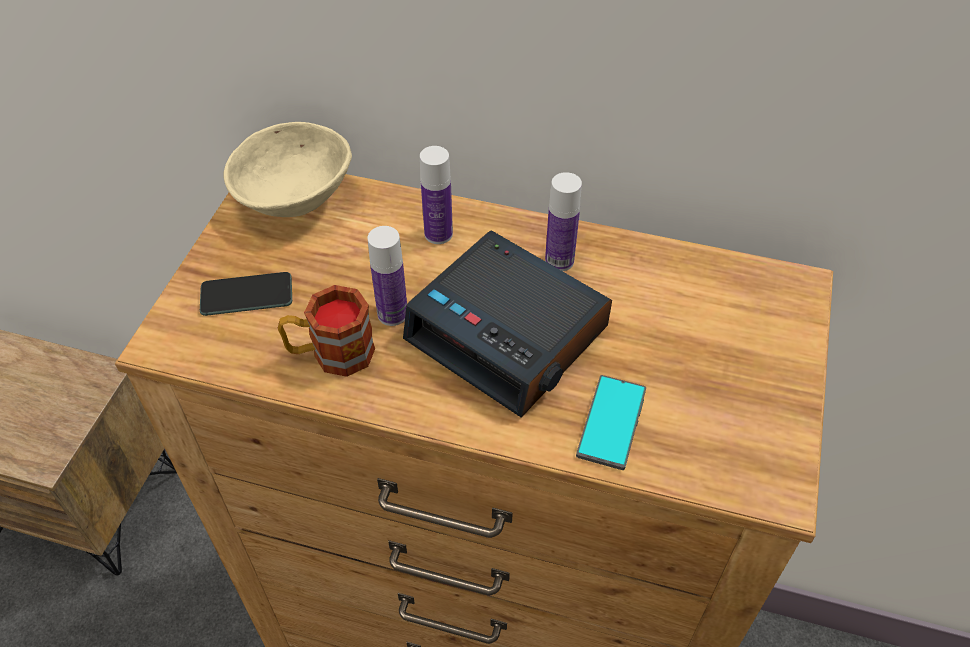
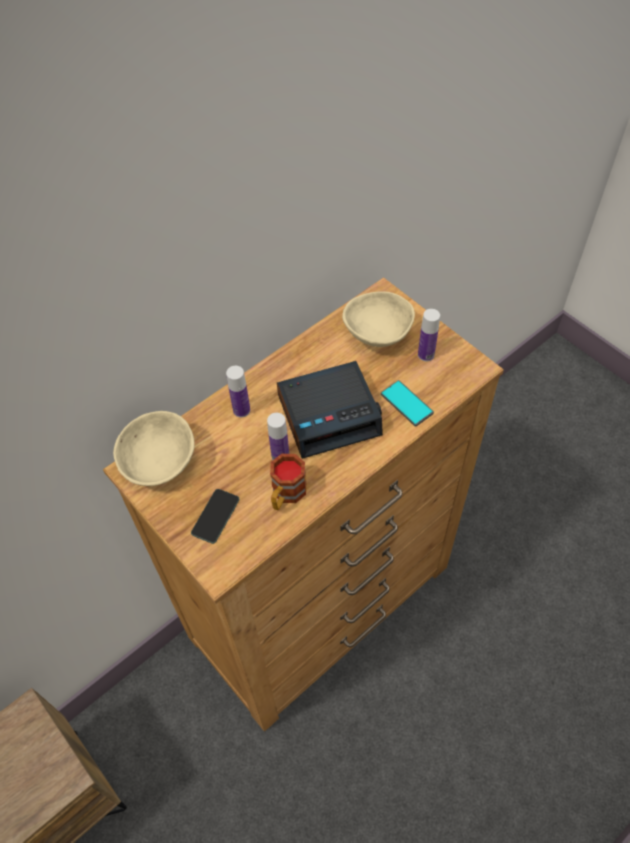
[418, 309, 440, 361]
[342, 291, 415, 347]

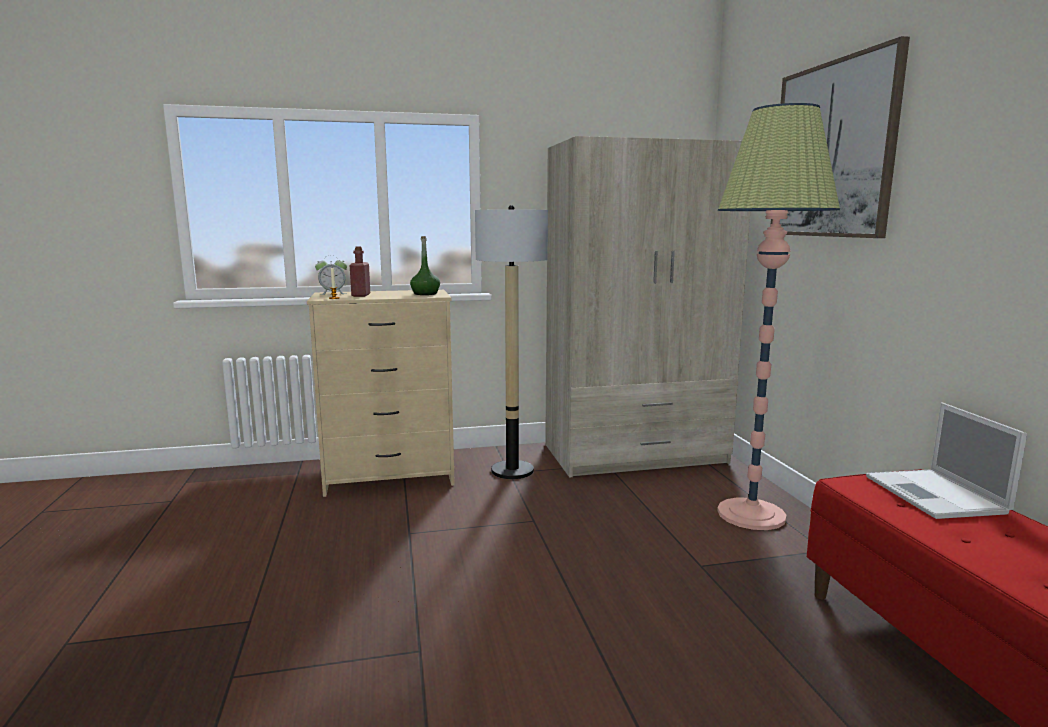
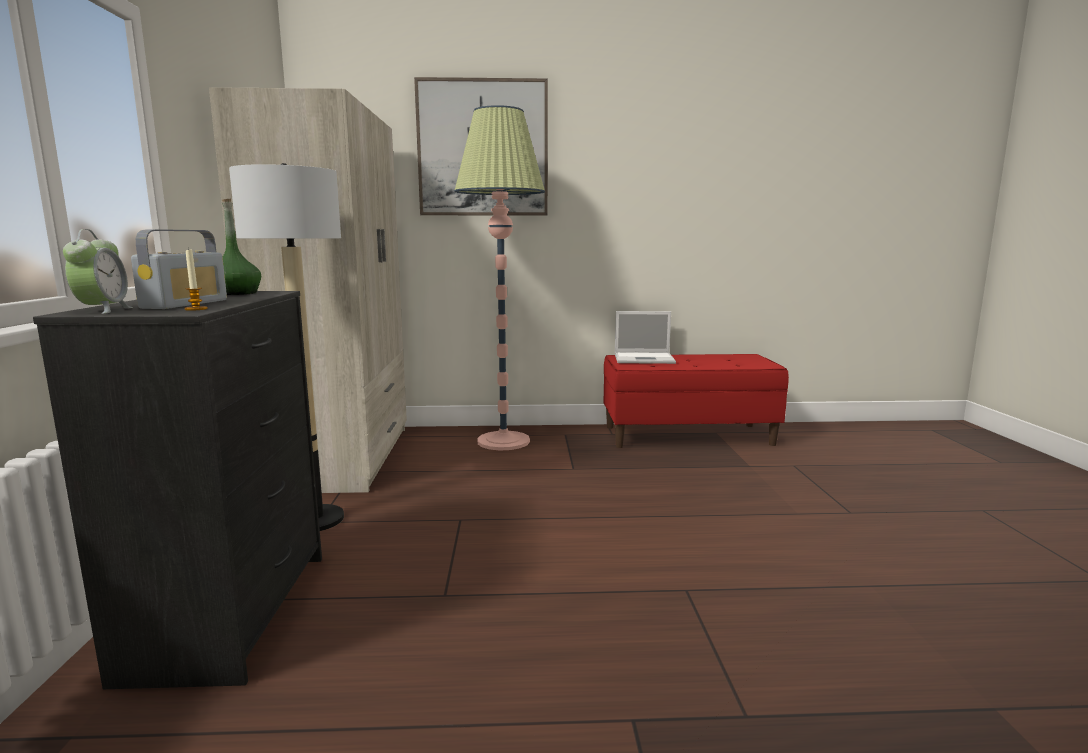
[131, 229, 227, 309]
[33, 291, 322, 689]

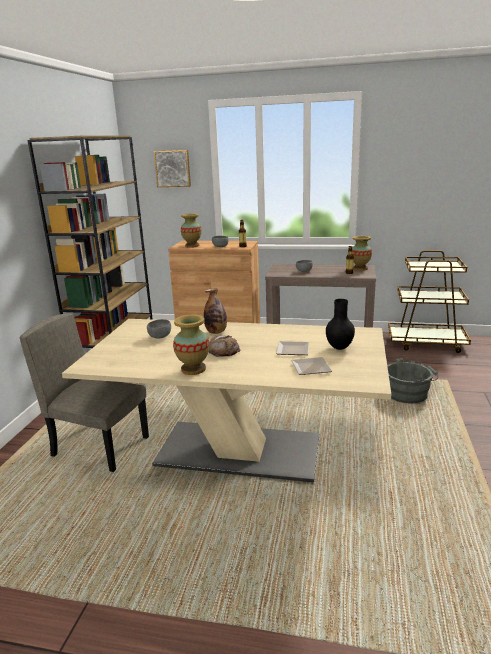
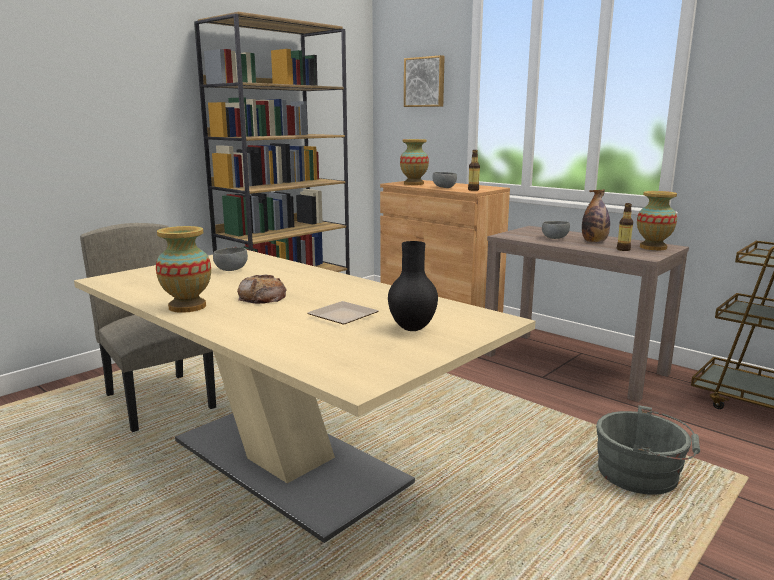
[582, 189, 610, 243]
[291, 357, 332, 375] (first image)

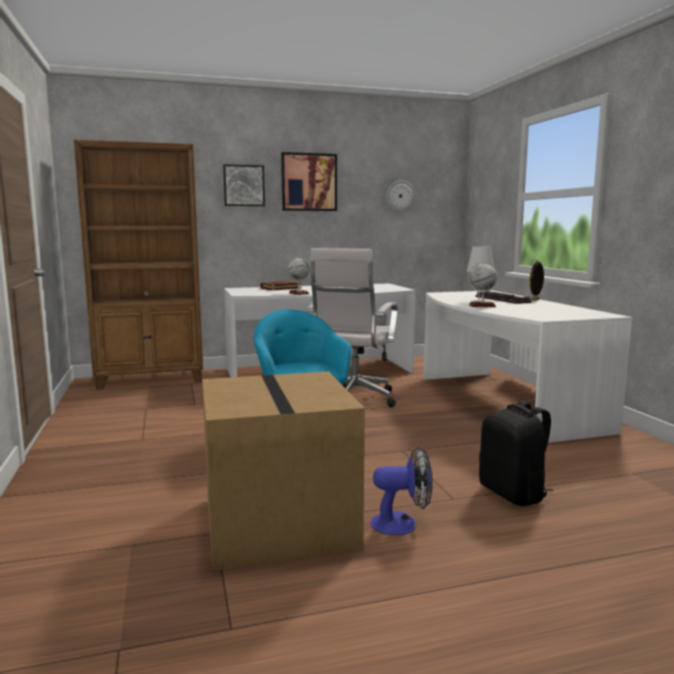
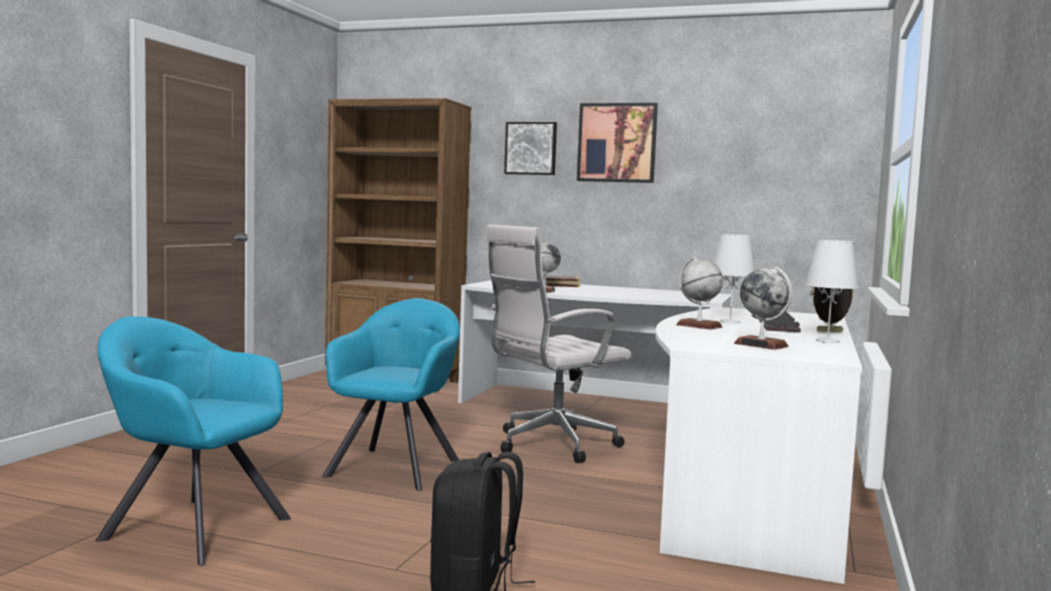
[386, 180, 416, 212] (first image)
[96, 316, 291, 566]
[371, 446, 433, 535] (first image)
[805, 240, 859, 343]
[734, 266, 792, 350]

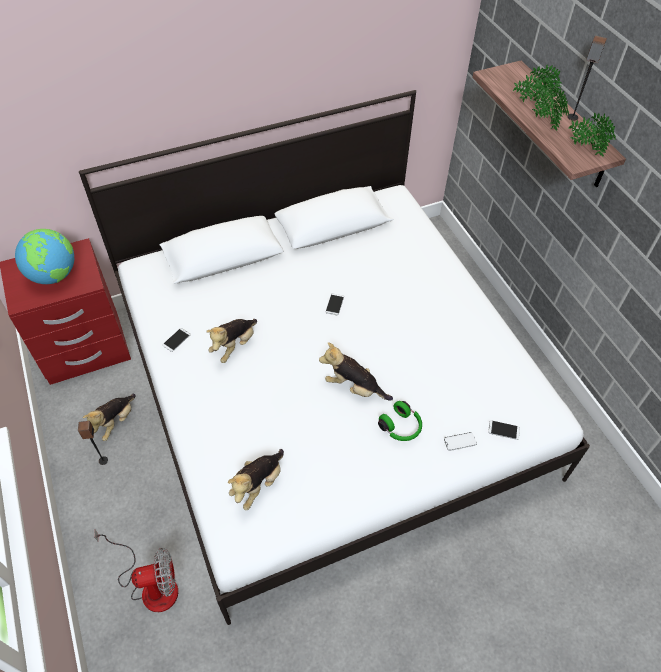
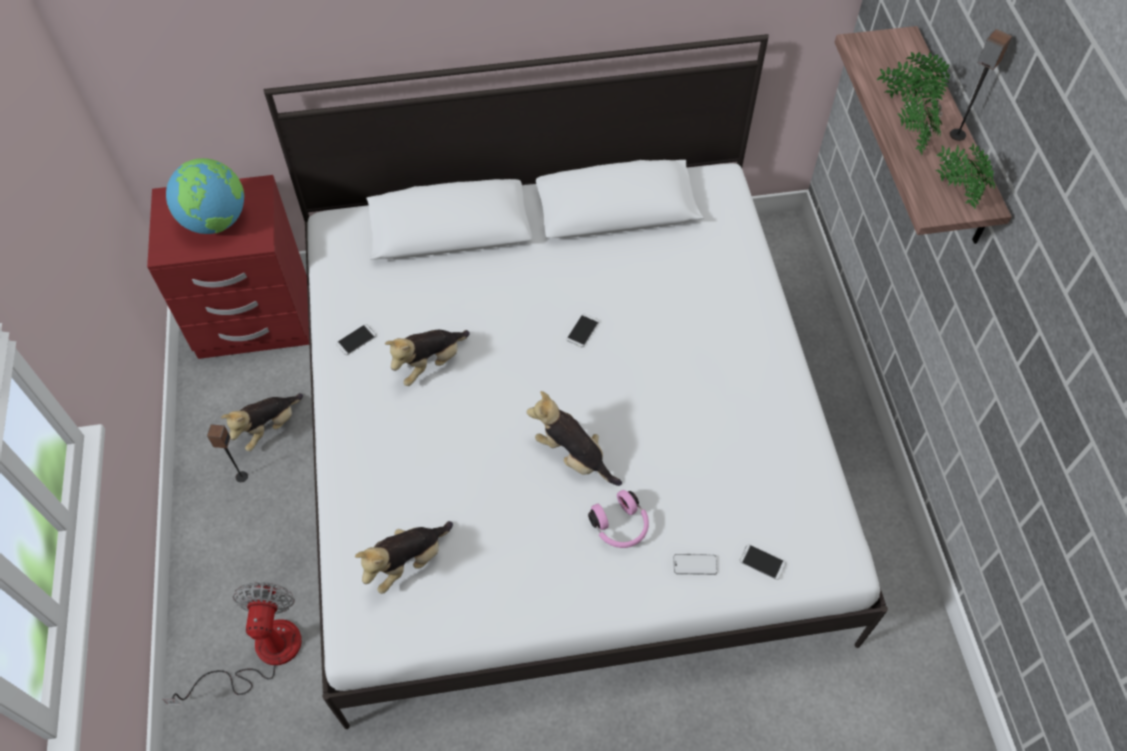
[588, 490, 649, 548]
[162, 582, 302, 705]

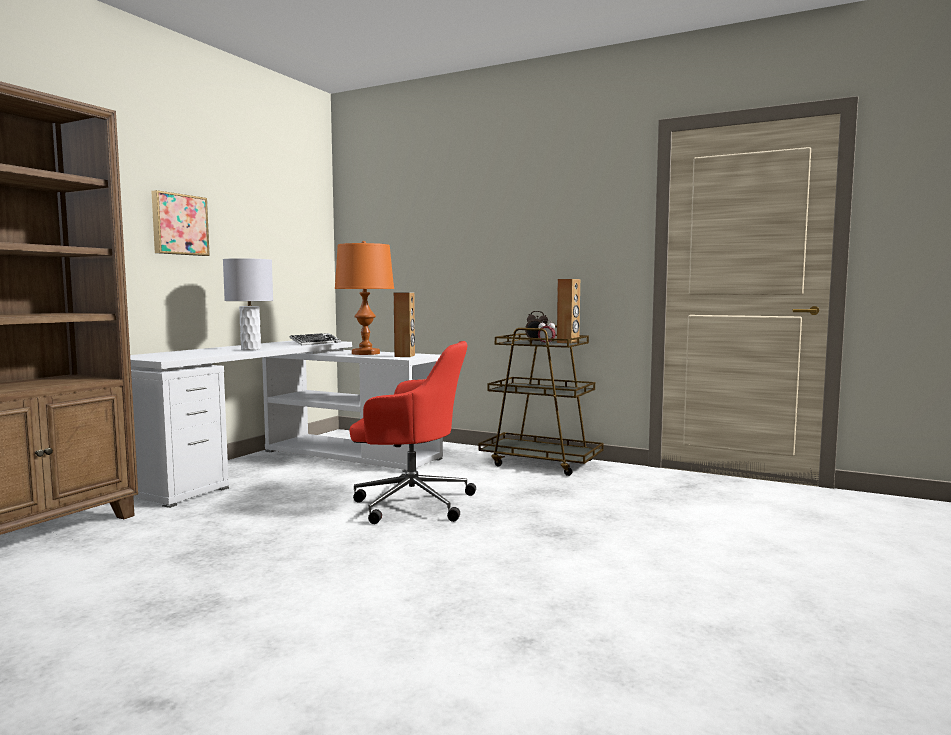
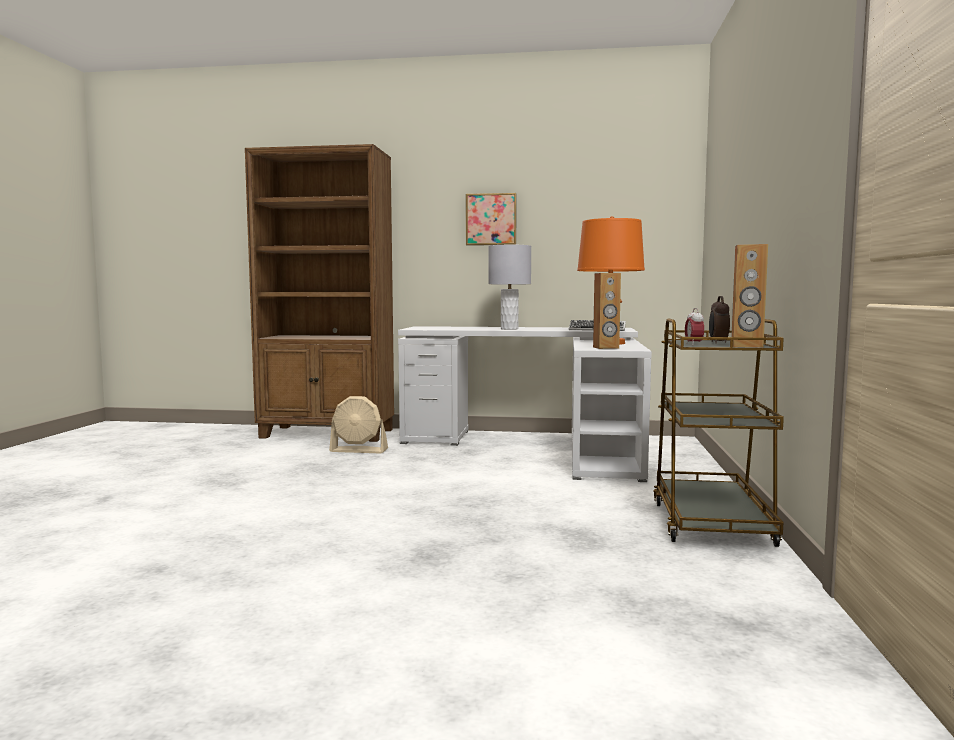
[350, 341, 476, 524] (first image)
[329, 396, 388, 453]

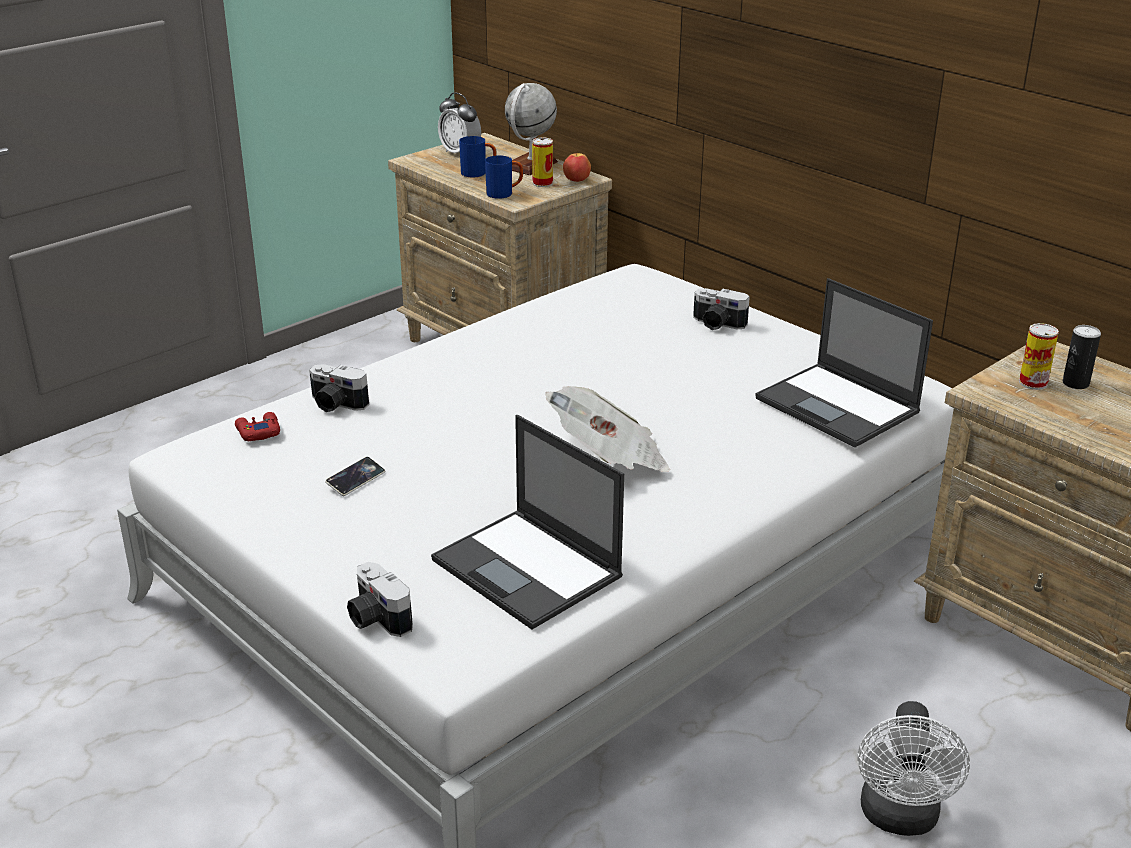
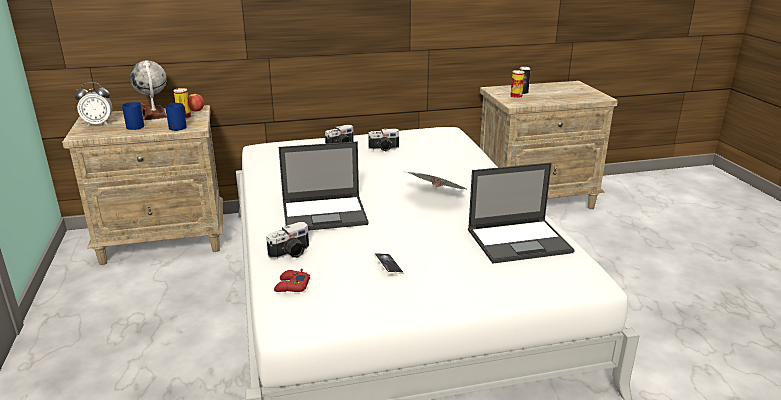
[279, 141, 369, 231]
[368, 128, 399, 151]
[858, 701, 970, 836] (first image)

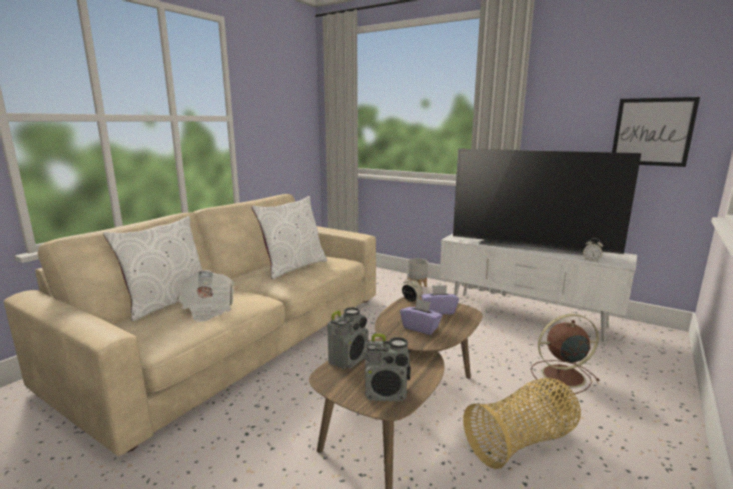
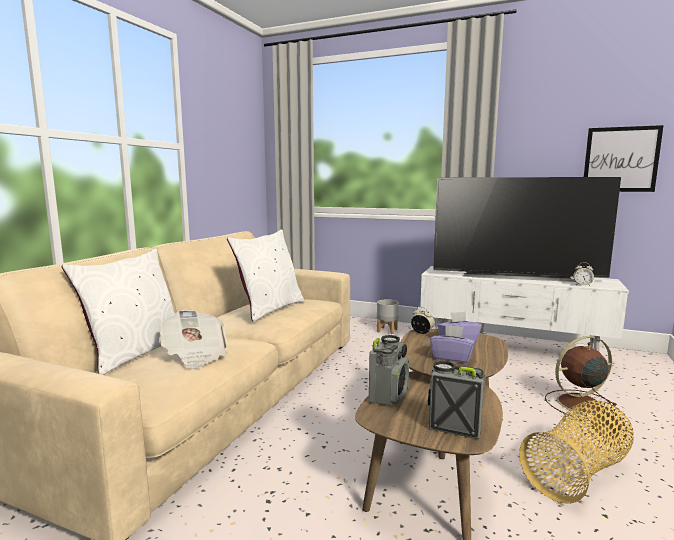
[428, 361, 486, 439]

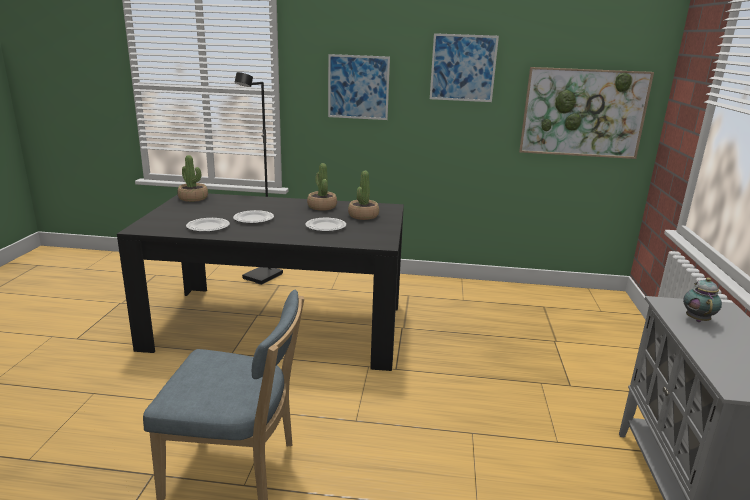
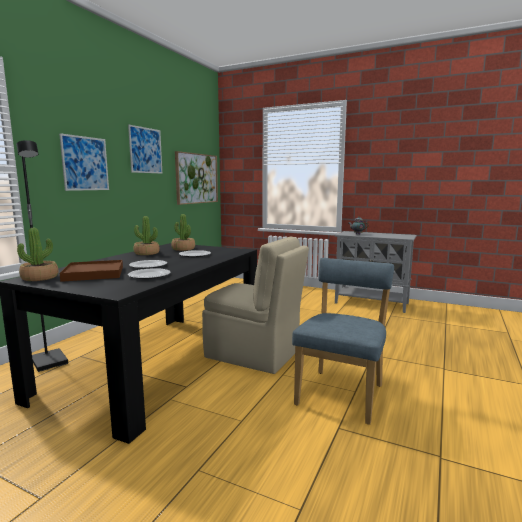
[202, 237, 309, 374]
[59, 260, 123, 282]

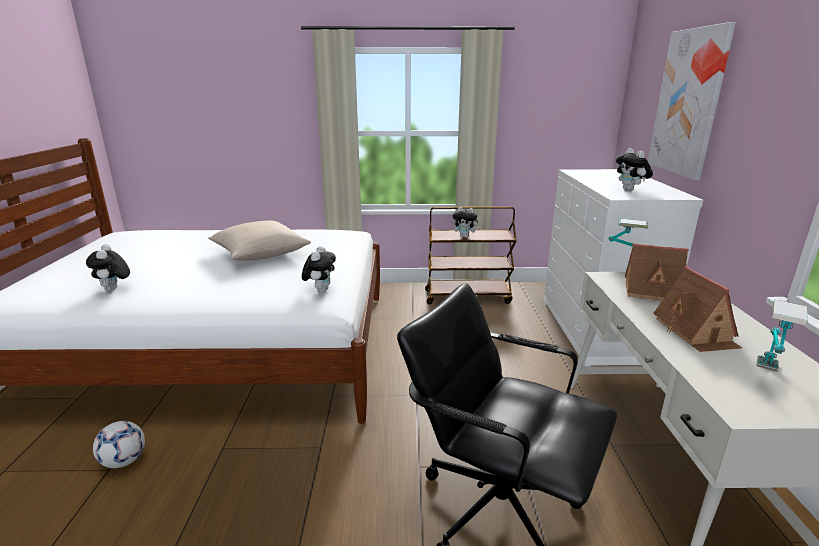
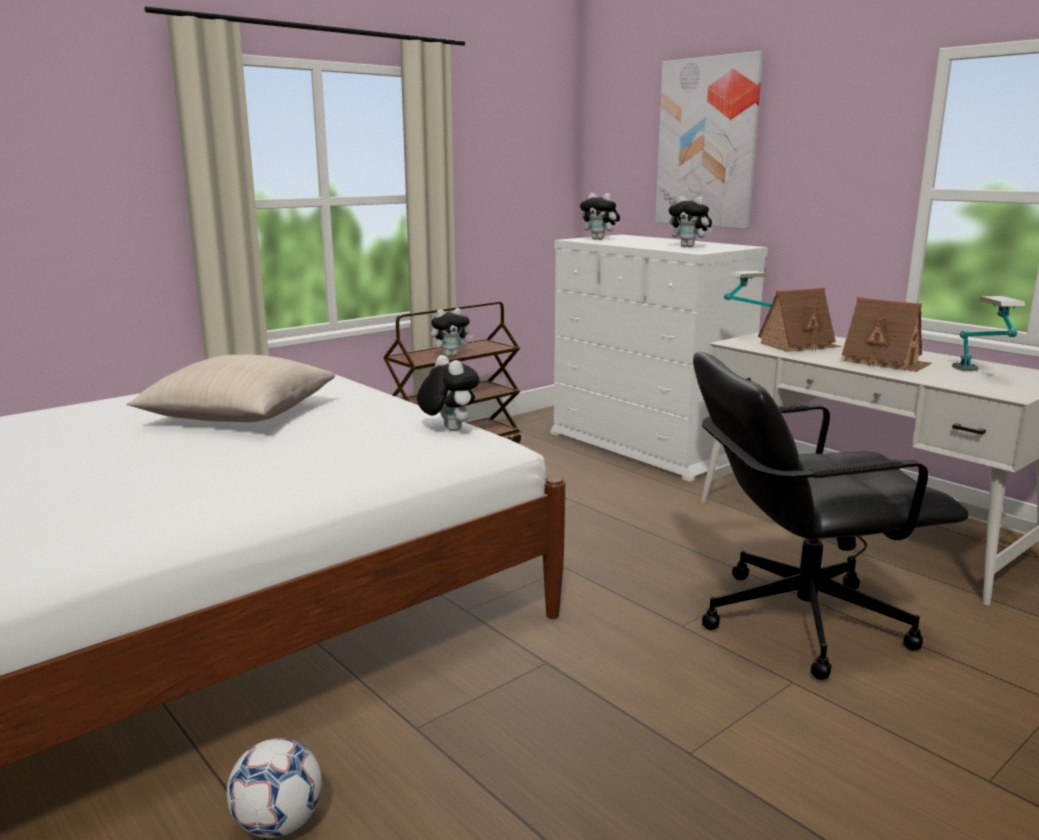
[580, 192, 620, 240]

